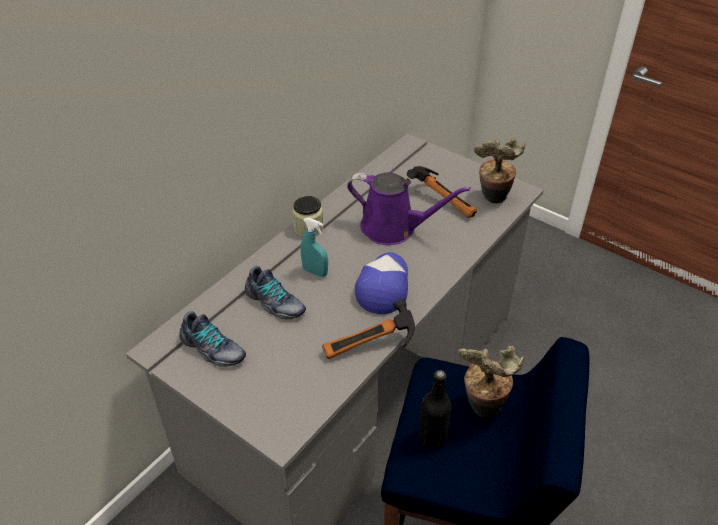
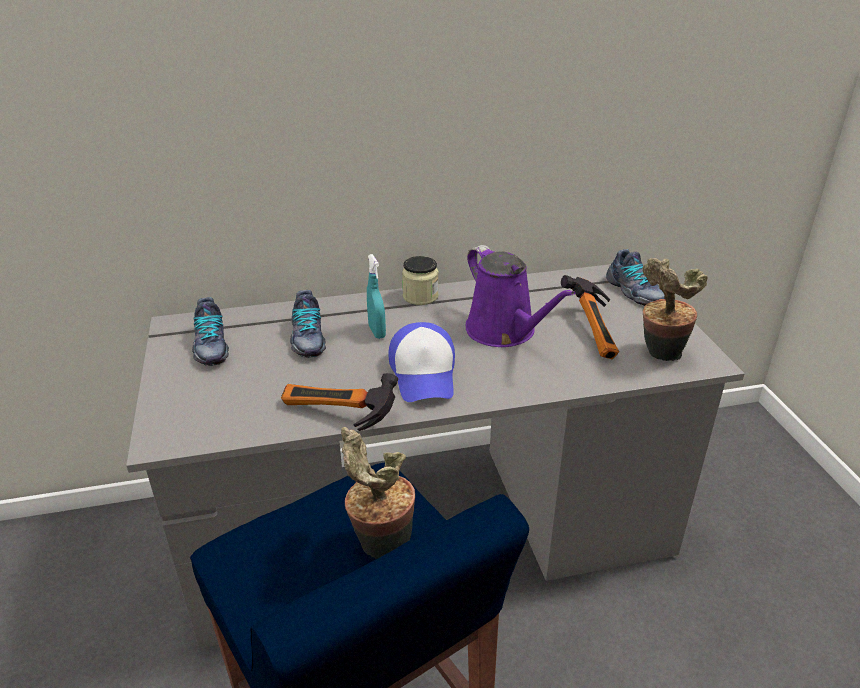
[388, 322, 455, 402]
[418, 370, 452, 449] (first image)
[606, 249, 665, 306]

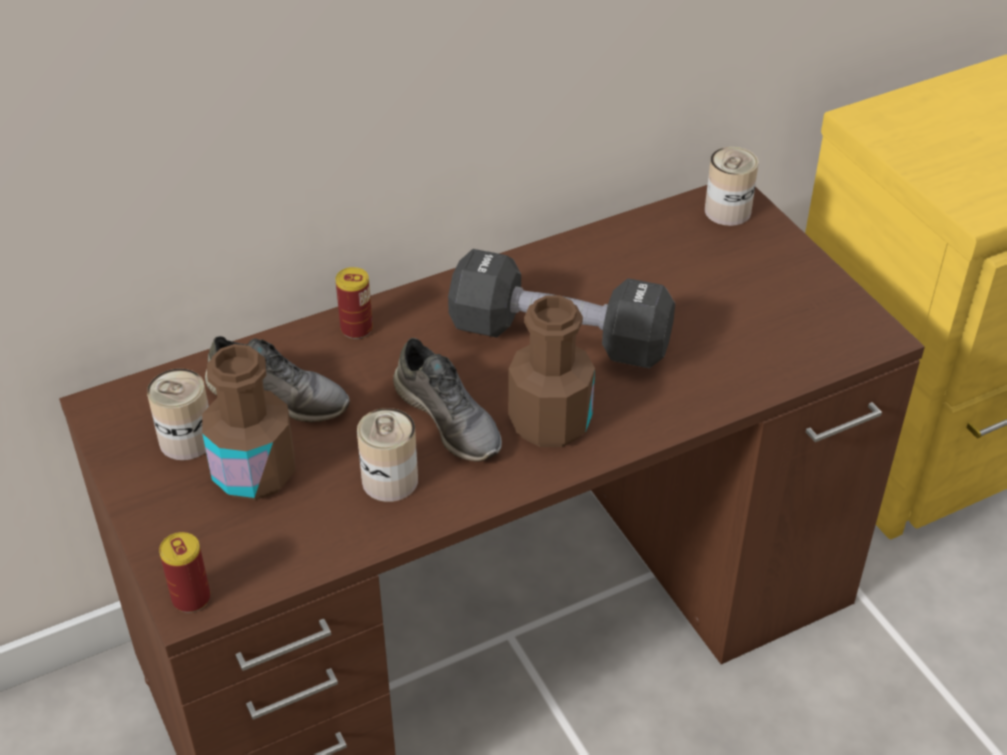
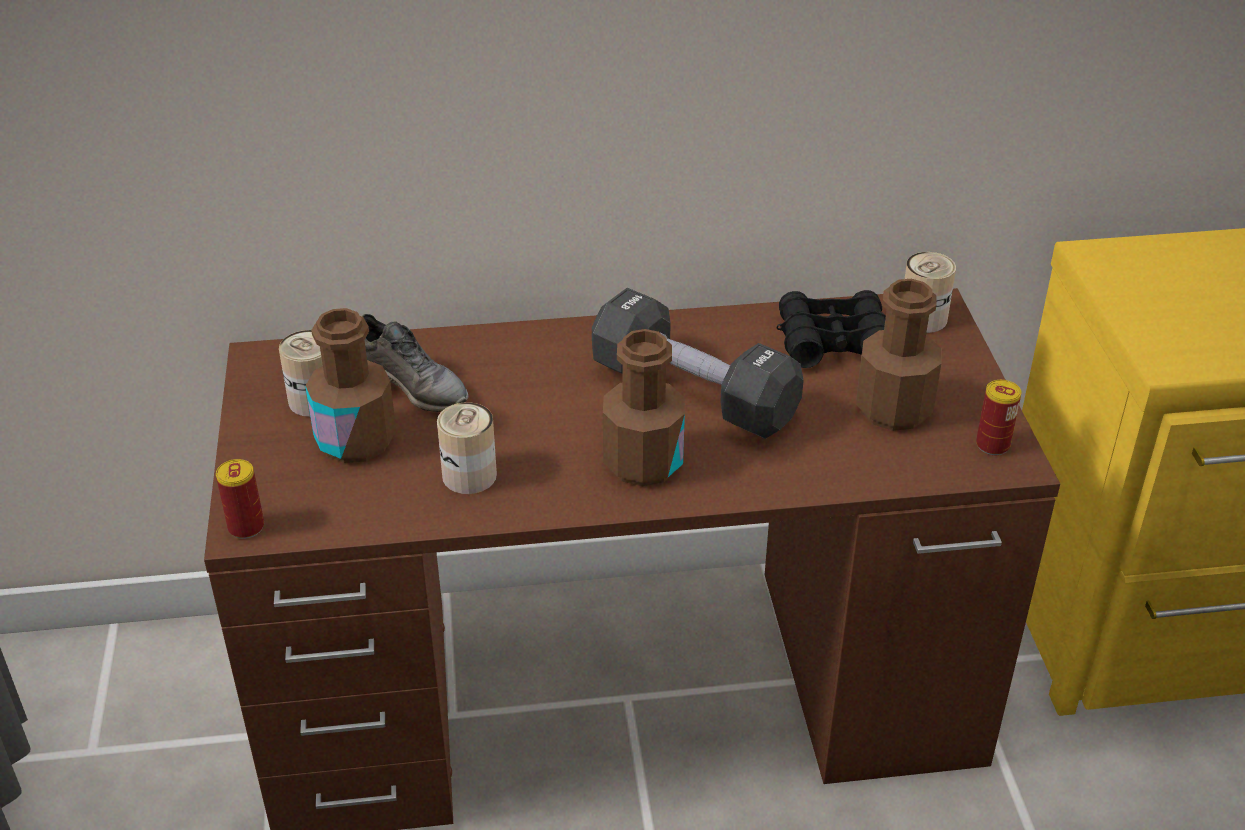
[976, 380, 1022, 455]
[393, 338, 502, 461] (first image)
[856, 279, 942, 431]
[776, 290, 886, 368]

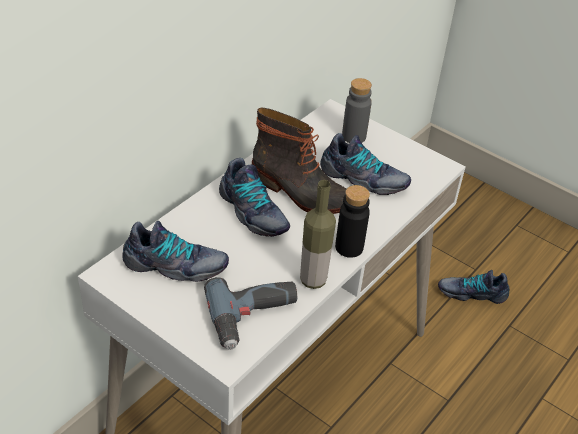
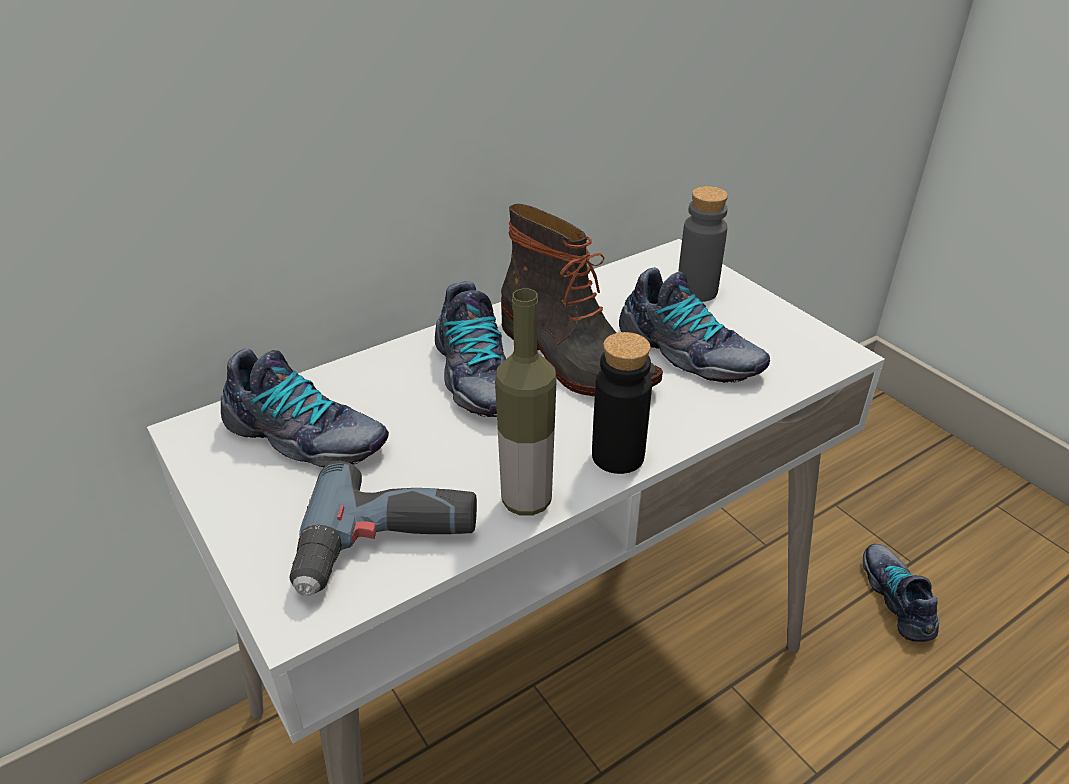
[863, 544, 939, 642]

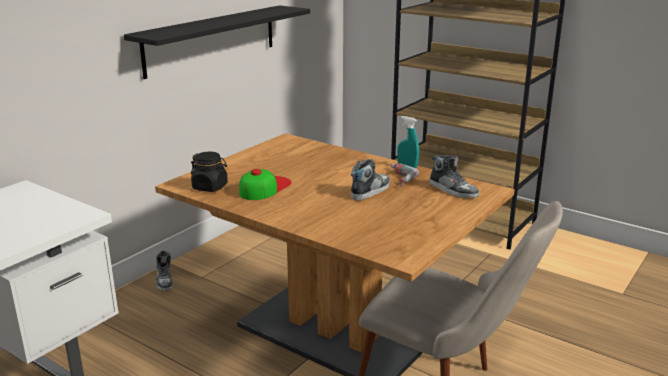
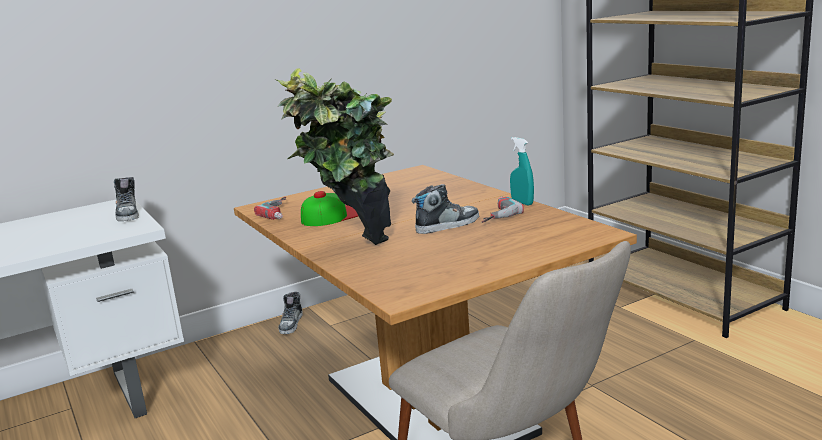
[124, 5, 310, 79] (first image)
[254, 197, 286, 220]
[114, 177, 139, 221]
[274, 68, 394, 245]

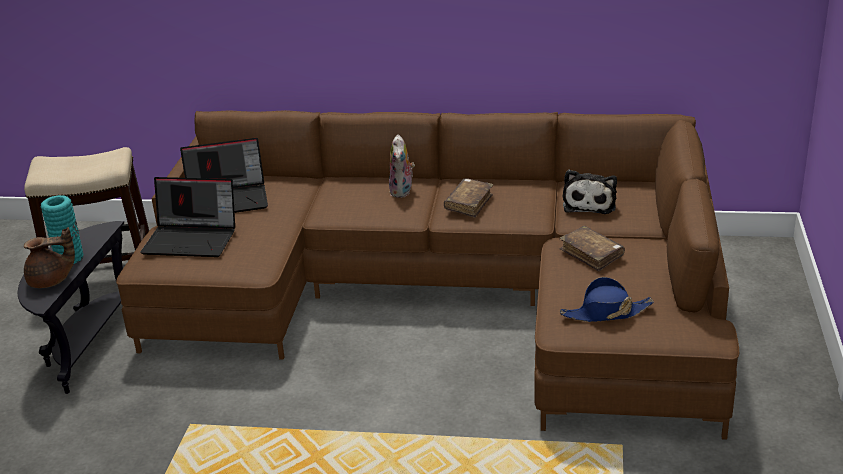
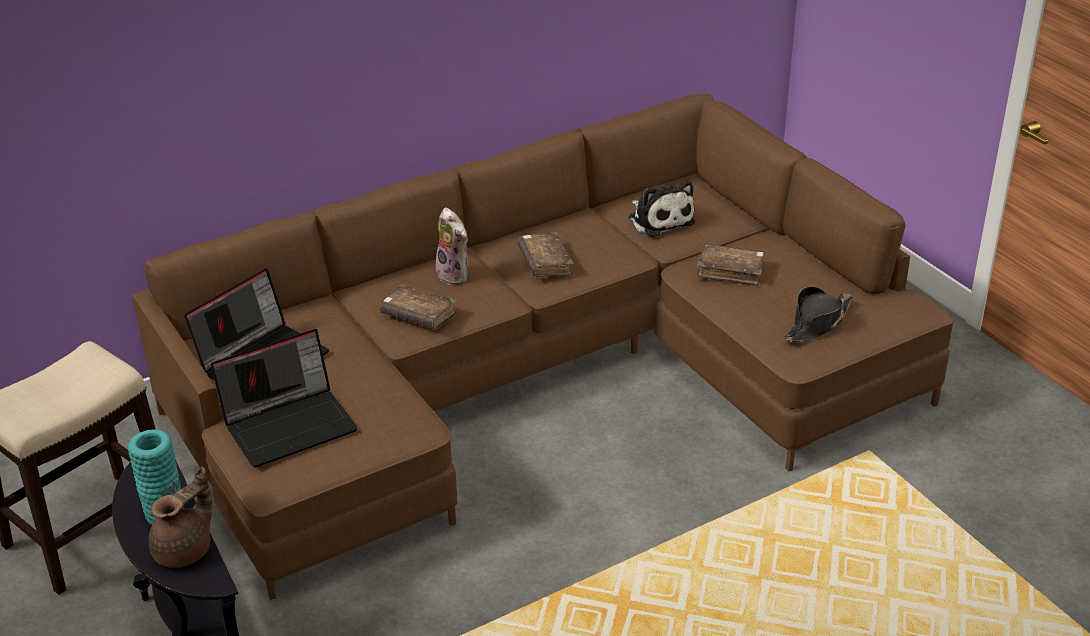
[782, 286, 853, 342]
[380, 284, 458, 330]

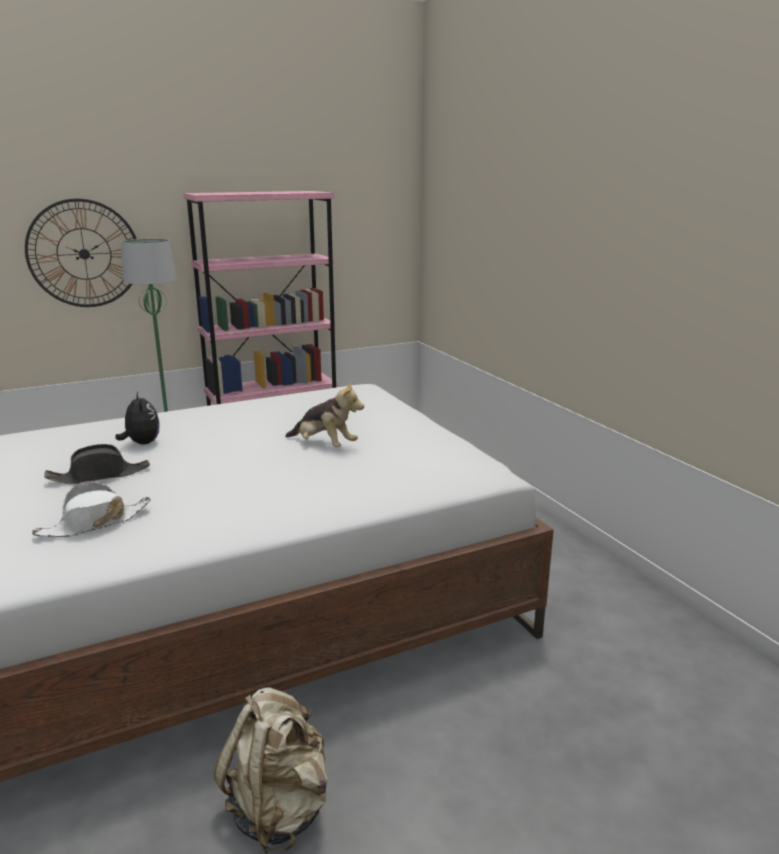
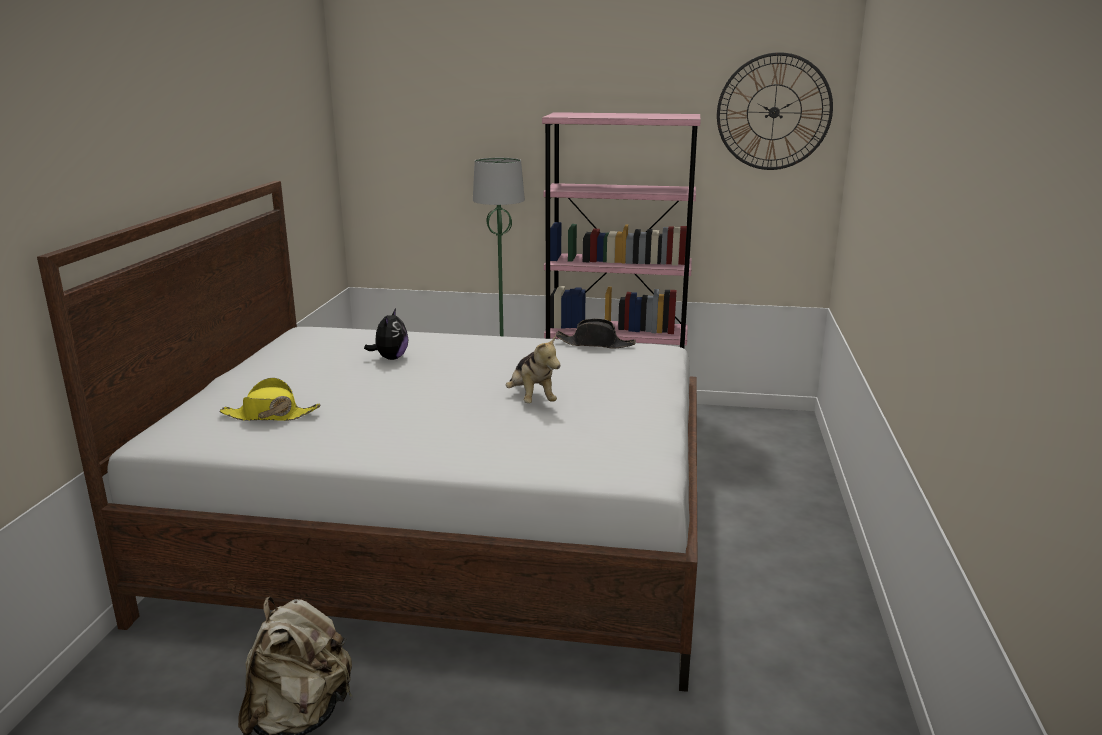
[717, 52, 833, 170]
[556, 319, 636, 348]
[219, 378, 321, 421]

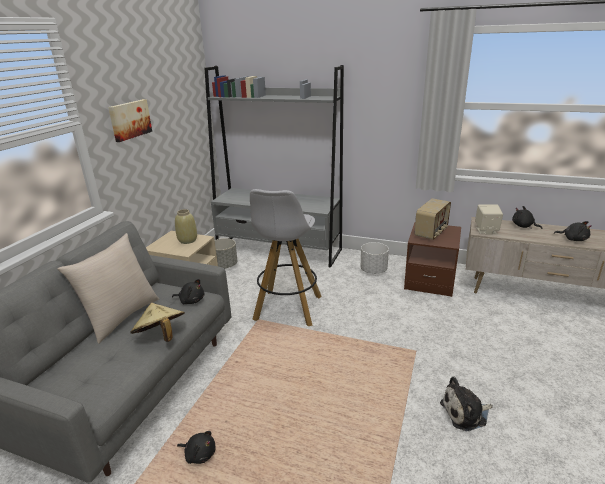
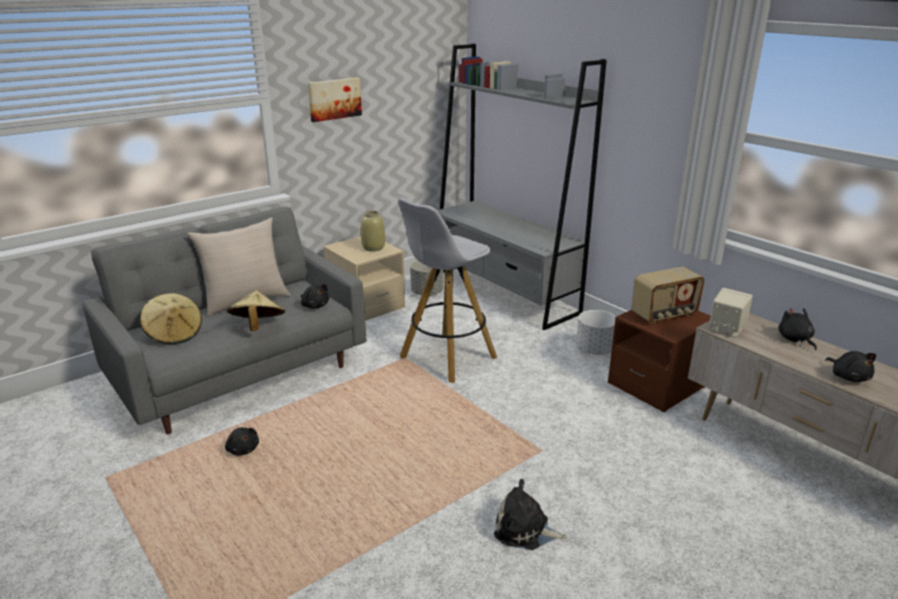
[141, 293, 202, 344]

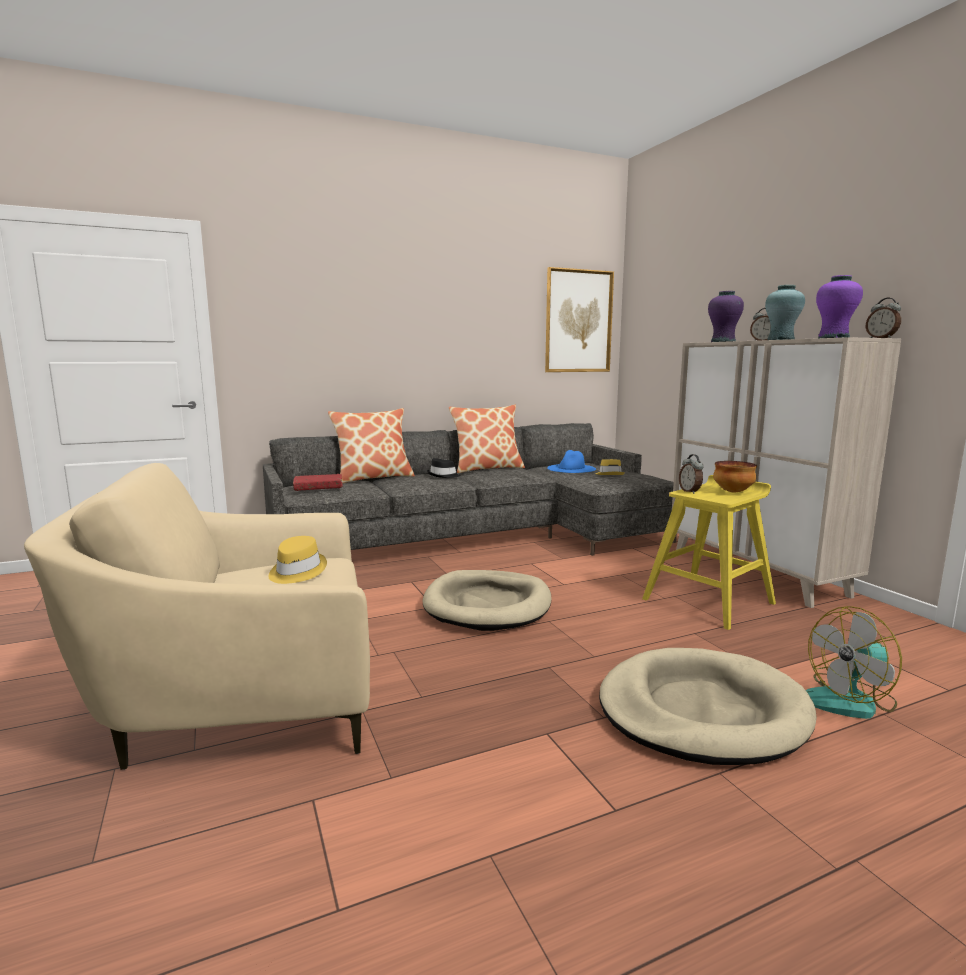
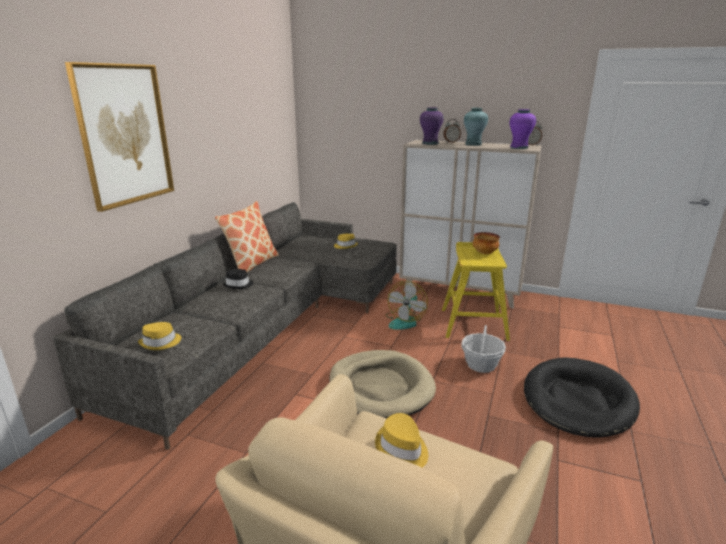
[65, 62, 174, 212]
[328, 408, 415, 483] (first image)
[547, 450, 596, 473] (first image)
[679, 454, 704, 494] (first image)
[138, 322, 181, 350]
[386, 281, 428, 330]
[524, 357, 640, 438]
[461, 325, 506, 373]

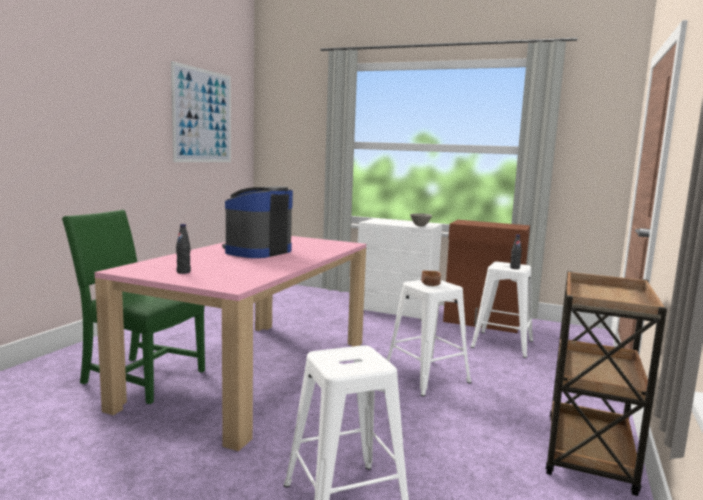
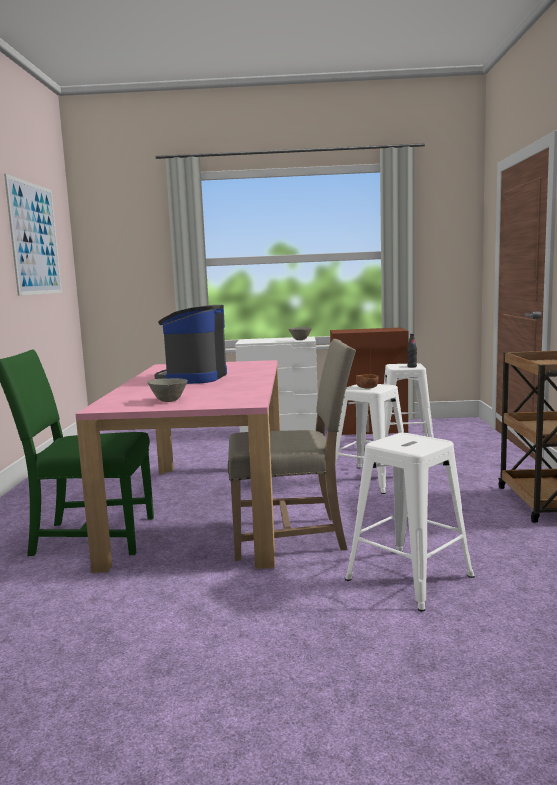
[147, 378, 188, 402]
[227, 339, 356, 561]

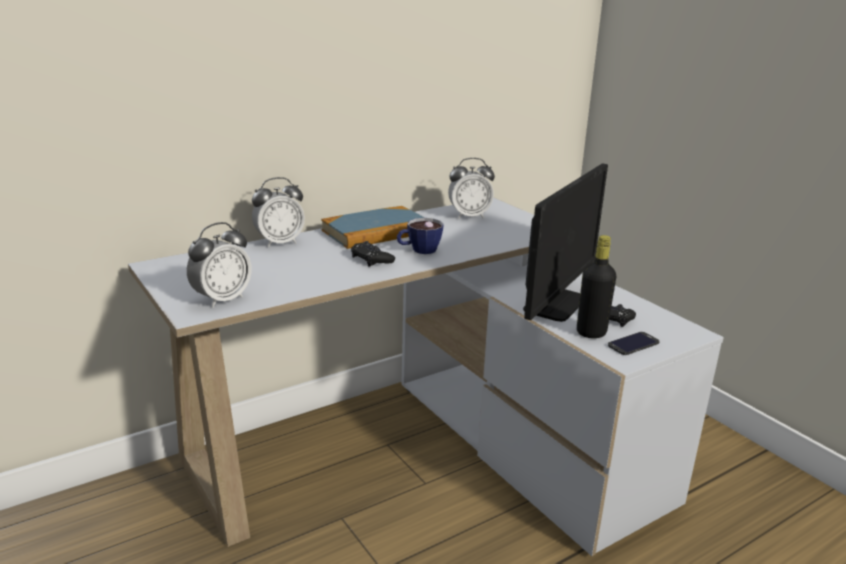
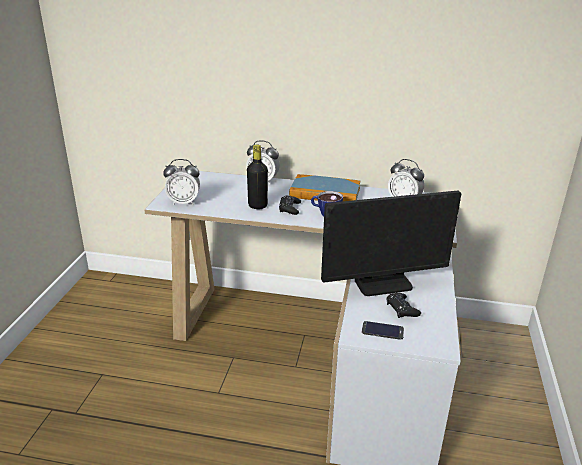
[247, 145, 268, 209]

